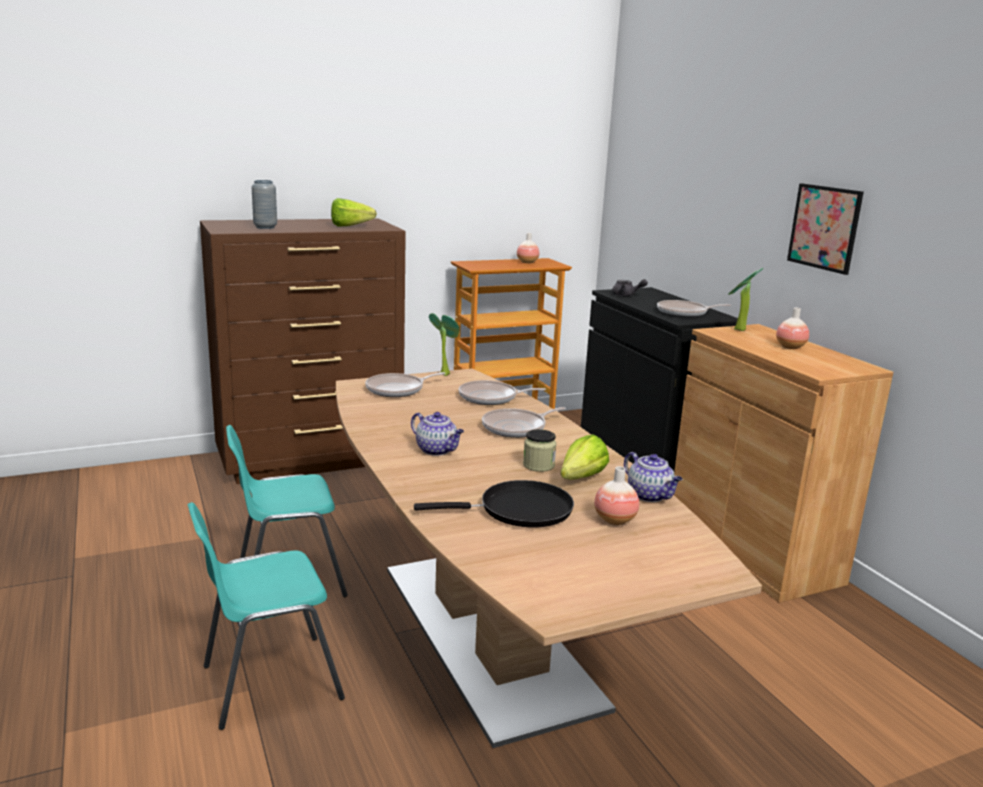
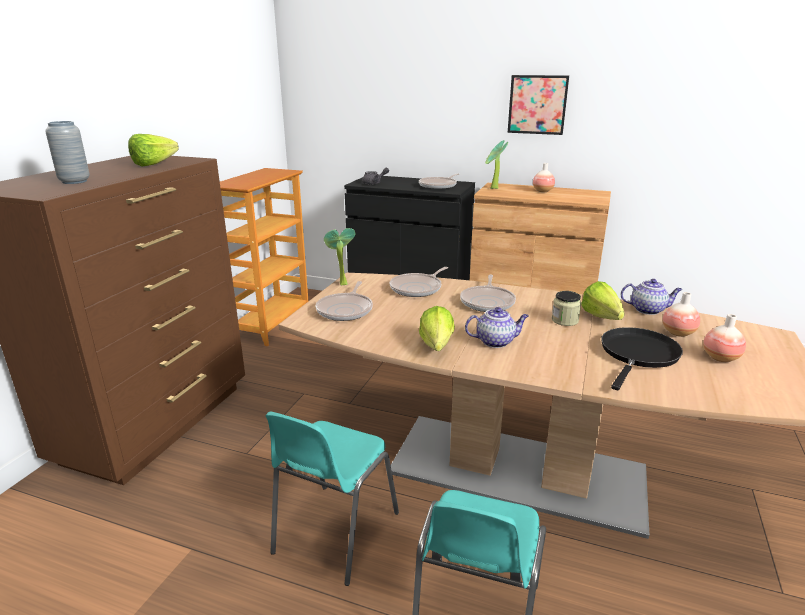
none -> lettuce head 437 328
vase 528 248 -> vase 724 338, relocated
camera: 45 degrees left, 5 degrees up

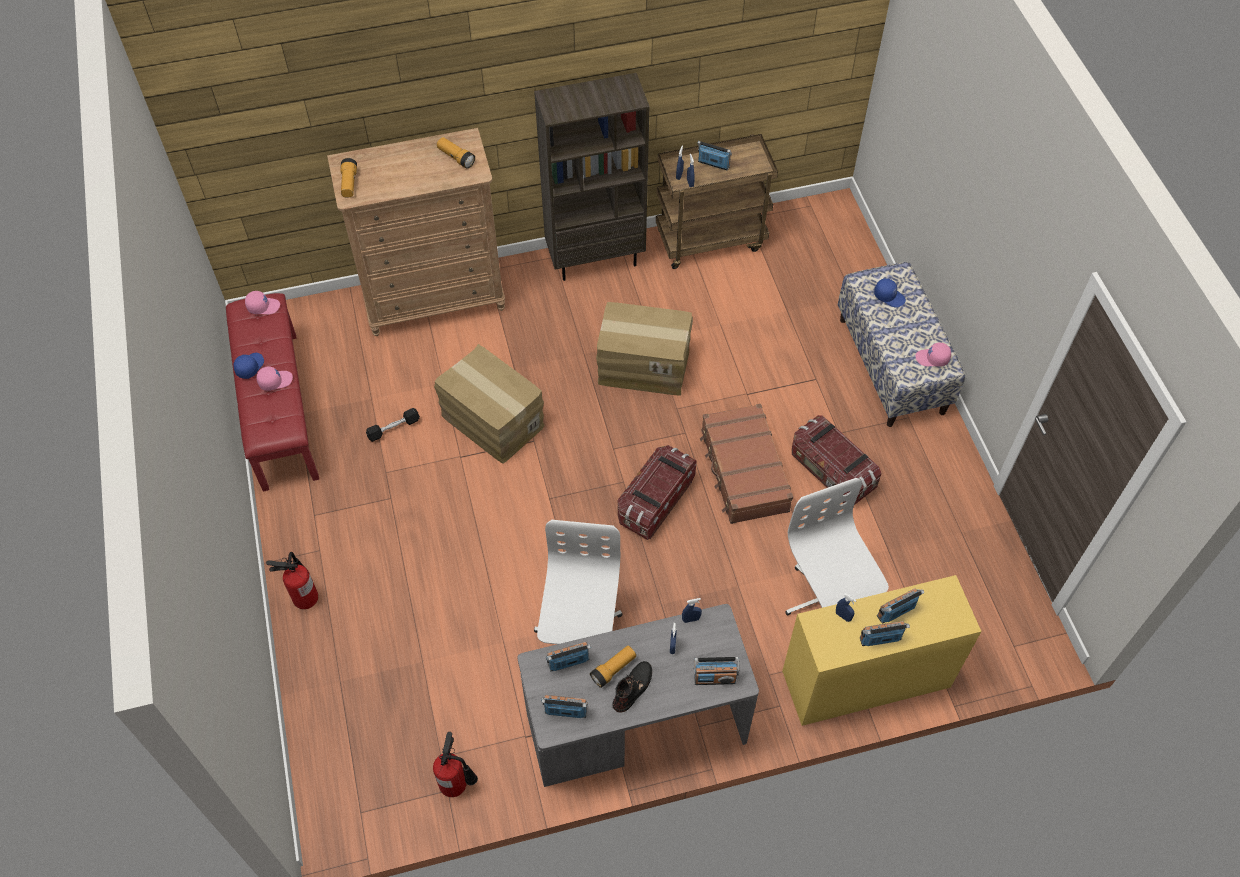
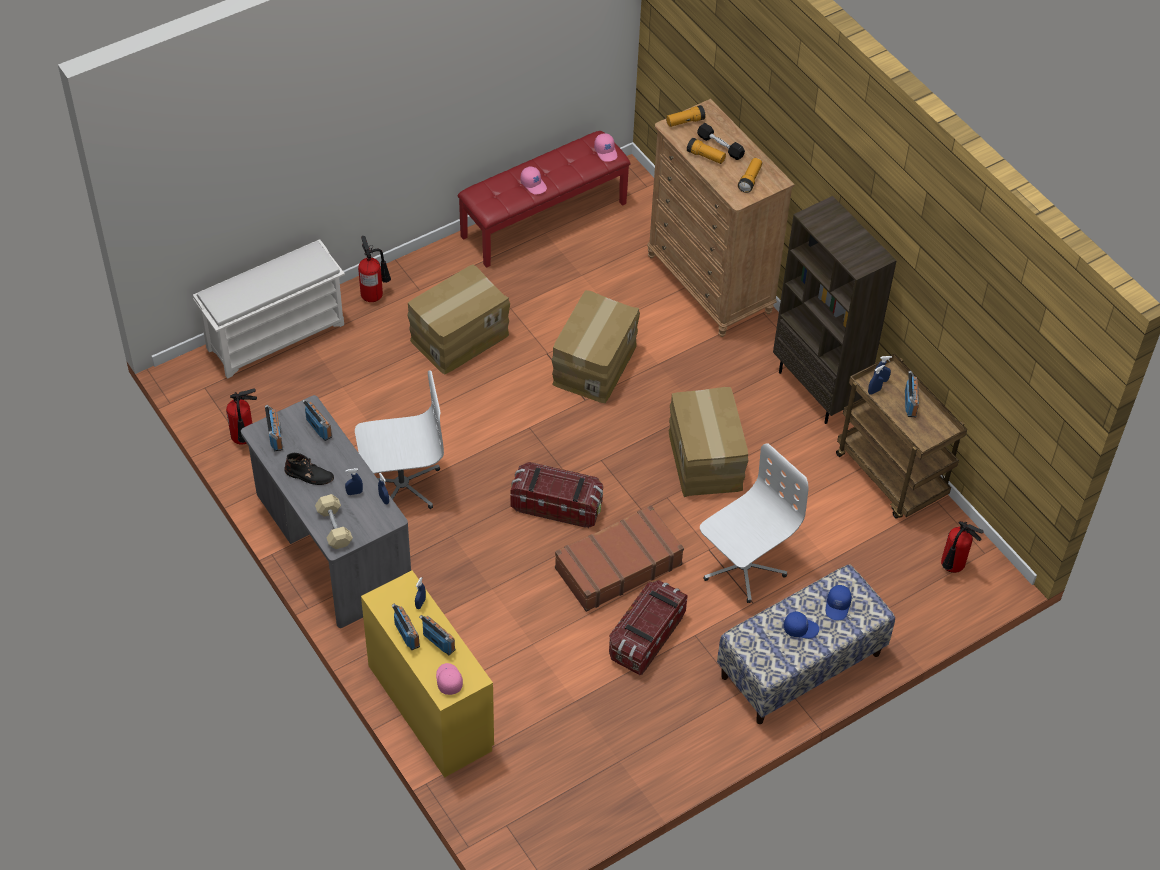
none -> whitish shoe shelf 269 309
radio receiver 716 671 -> sand-coloured free weight 334 521
none -> packing box 458 319
pink cap 933 355 -> pink cap 449 679, relocated
torch 613 666 -> torch 706 151, relocated
black-coloured free weight 393 425 -> black-coloured free weight 721 141, relocated
whitish office chair 837 546 -> whitish office chair 754 523, relocated
blue-coloured cap 248 366 -> blue-coloured cap 801 625, relocated
none -> fire extinguisher 962 547
camera: 70 degrees right, 5 degrees down

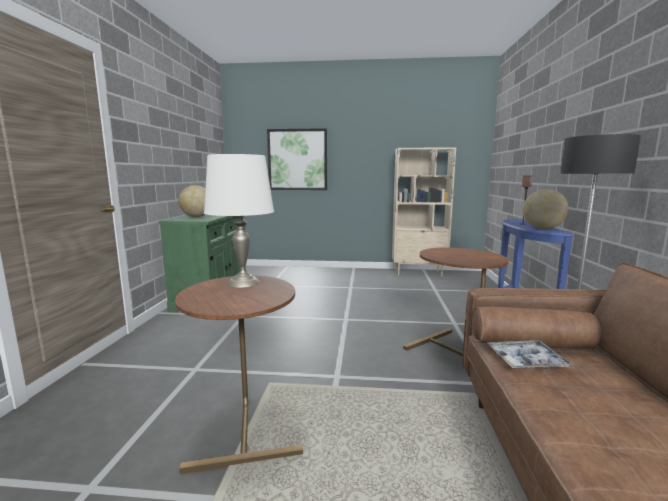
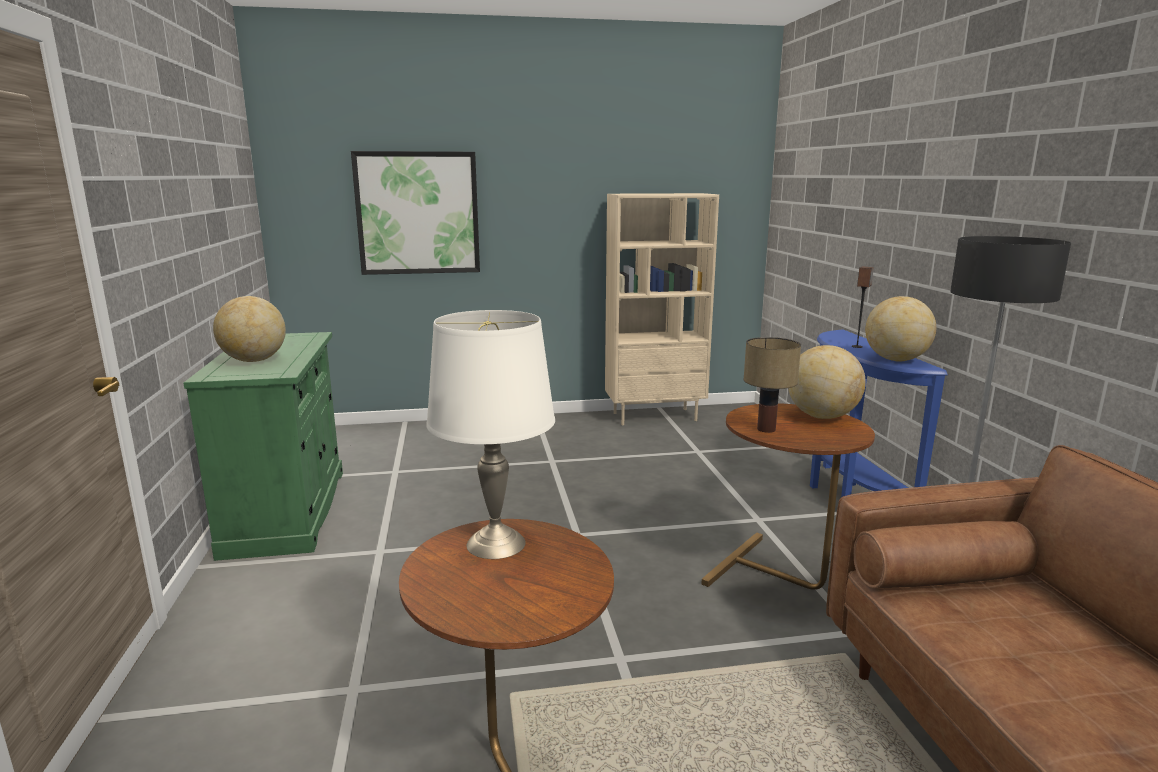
none -> lamp for a table 772 385
none -> globe 827 382
serving tray 531 354 -> none
camera: 15 degrees left, 5 degrees up

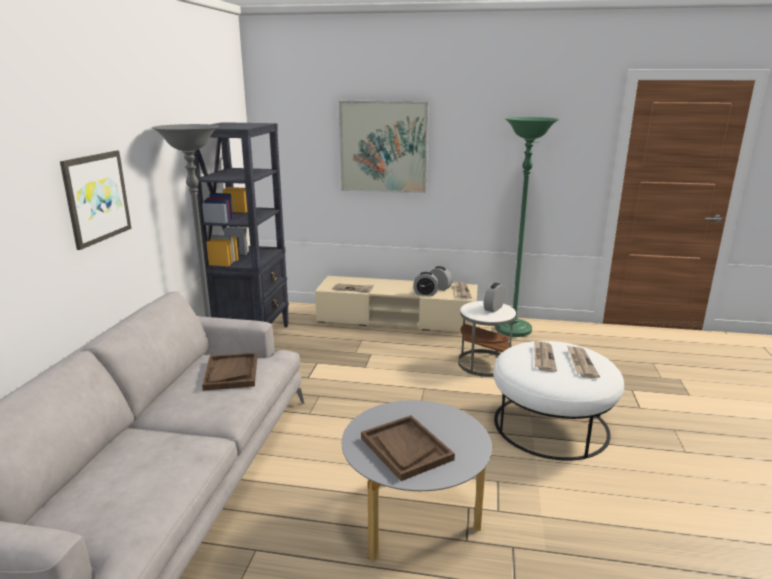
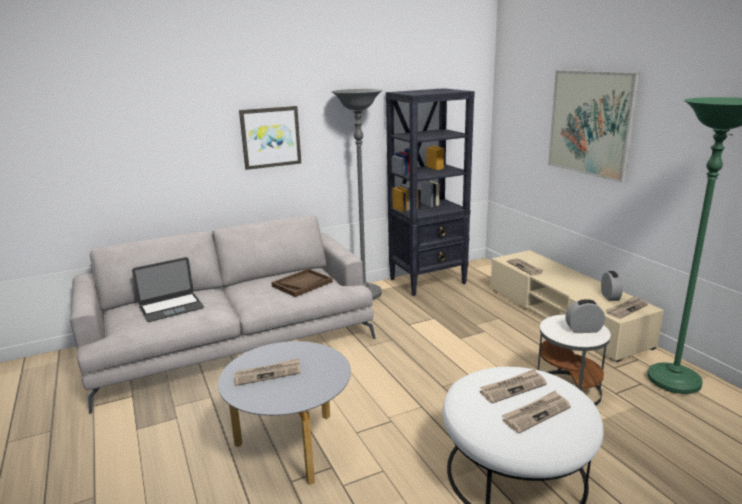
none -> laptop 168 289
brownish serving tray 408 448 -> newspaper 267 372
alarm clock 426 284 -> none
camera: 55 degrees right, 0 degrees up

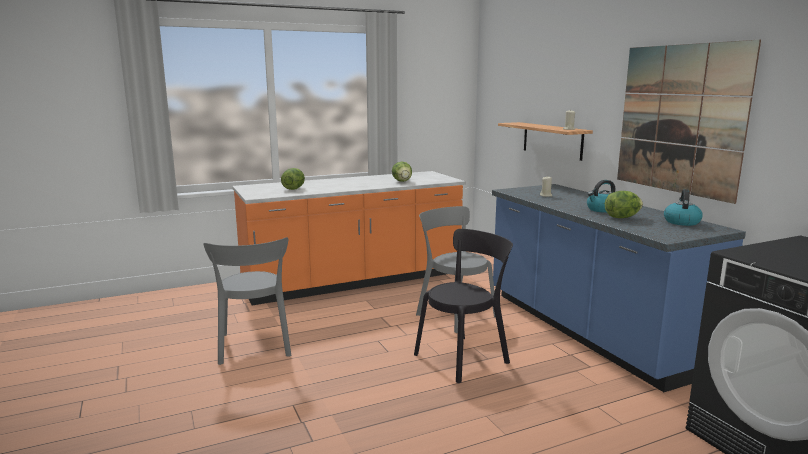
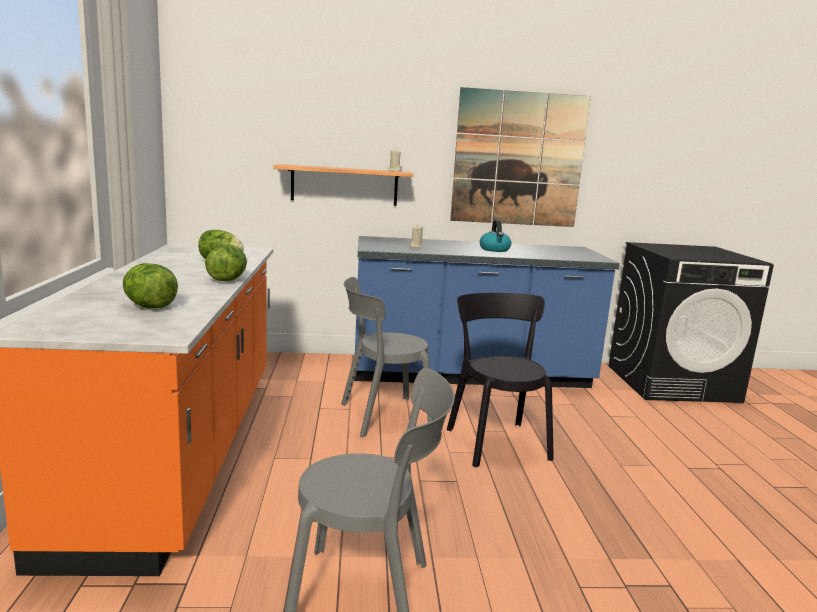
lettuce head 624 204 -> lettuce head 226 262, relocated
tea kettle 683 207 -> none
camera: 70 degrees left, 0 degrees up

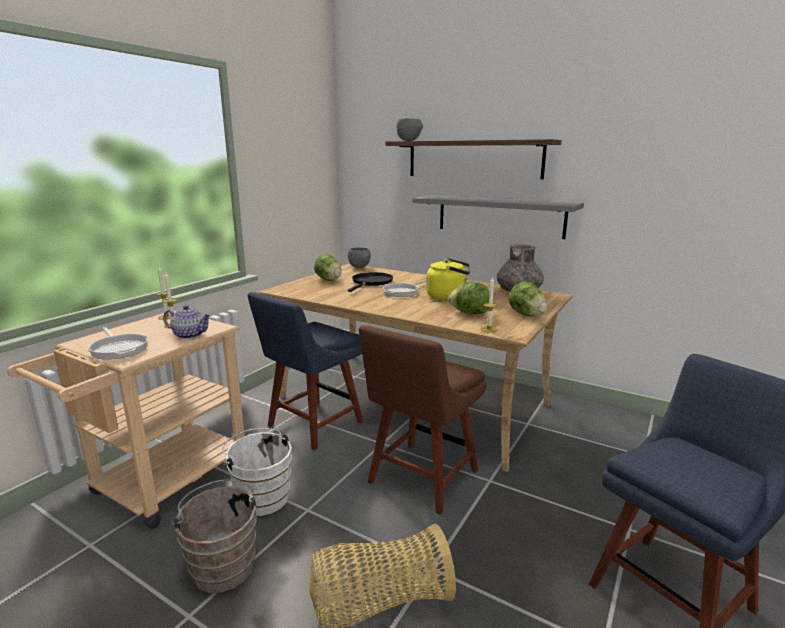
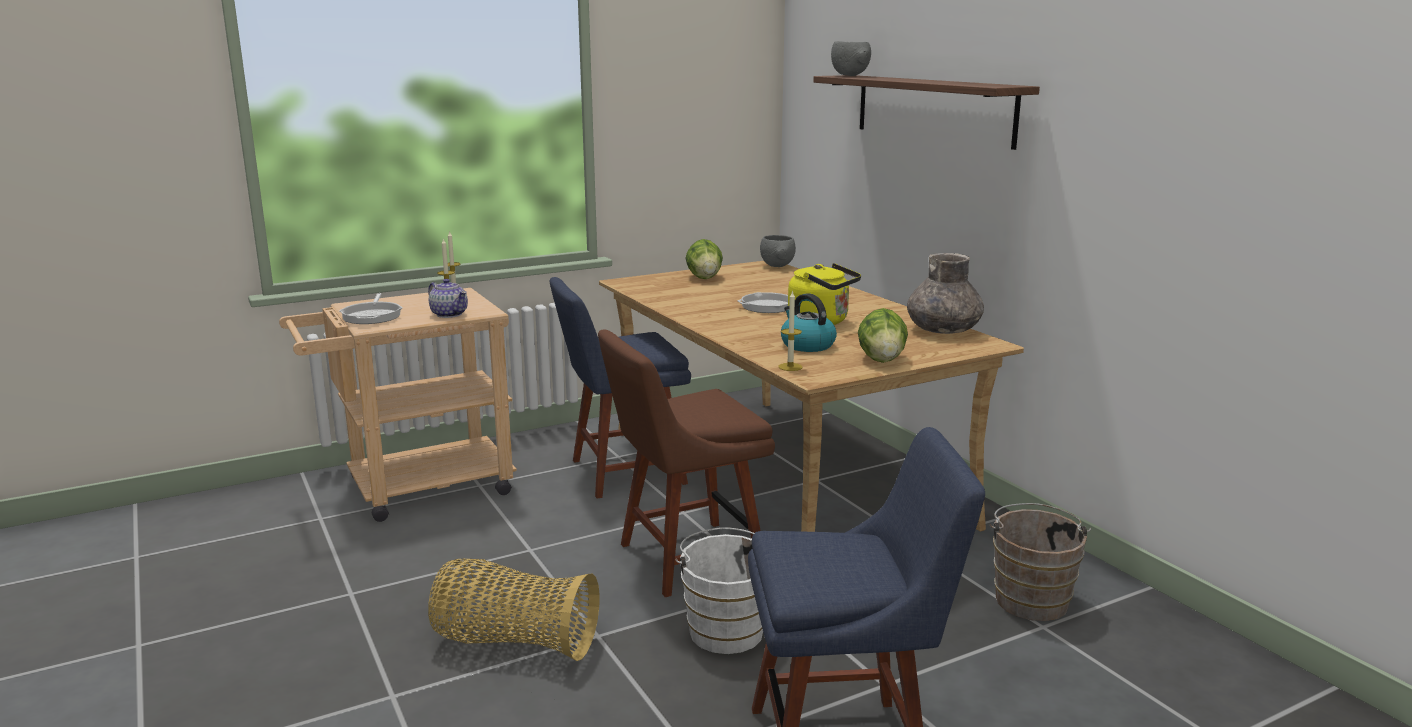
whitish water bucket 257 472 -> whitish water bucket 719 590, relocated
lettuce head 469 298 -> tea kettle 809 322
brownish water bucket 215 536 -> brownish water bucket 1040 562, relocated
black-coloured skillet 370 282 -> none
gray shelf 498 217 -> none
camera: 30 degrees right, 0 degrees up

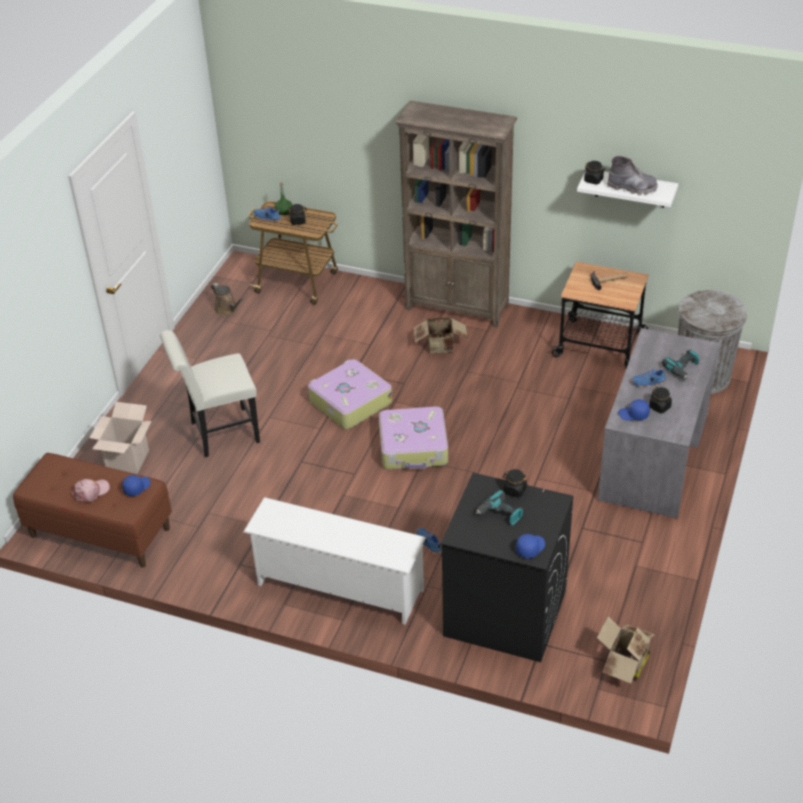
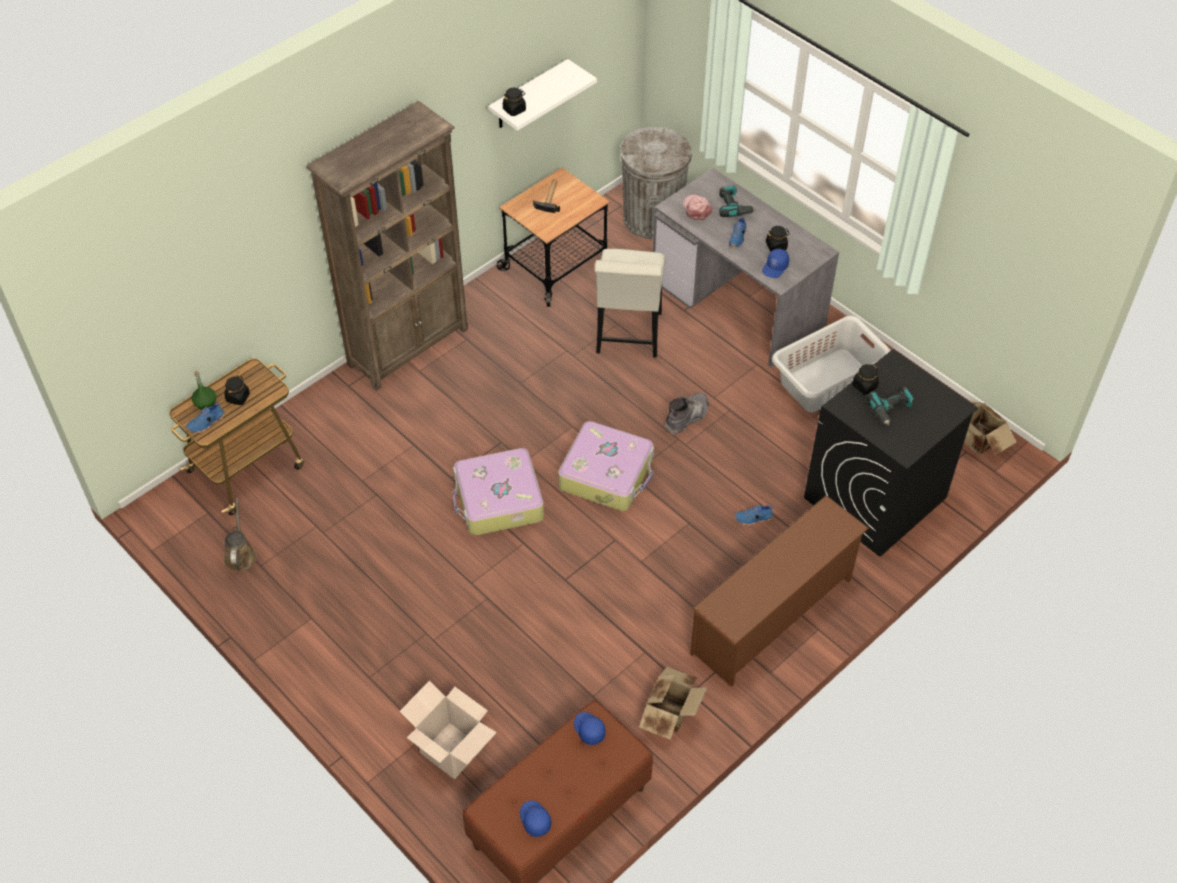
brownish watering can 227 299 -> brownish watering can 240 535, 75 degrees counterclockwise
blue-coloured cap 530 546 -> blue-coloured cap 535 818, relocated
whitish chair 210 393 -> whitish chair 630 303, relocated
packing box 441 335 -> packing box 673 703, relocated
gray boot 632 175 -> gray boot 687 414, relocated
pink cap 91 490 -> pink cap 698 207, relocated
whitish shoe shelf 334 561 -> brownish shoe shelf 779 591
none -> gray laundry basket 831 364
camera: 65 degrees left, 10 degrees up

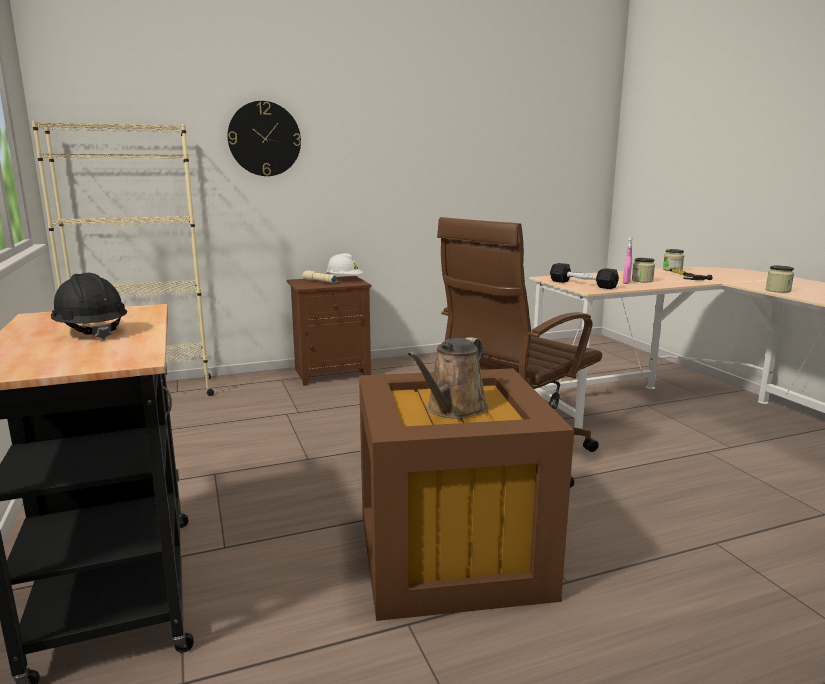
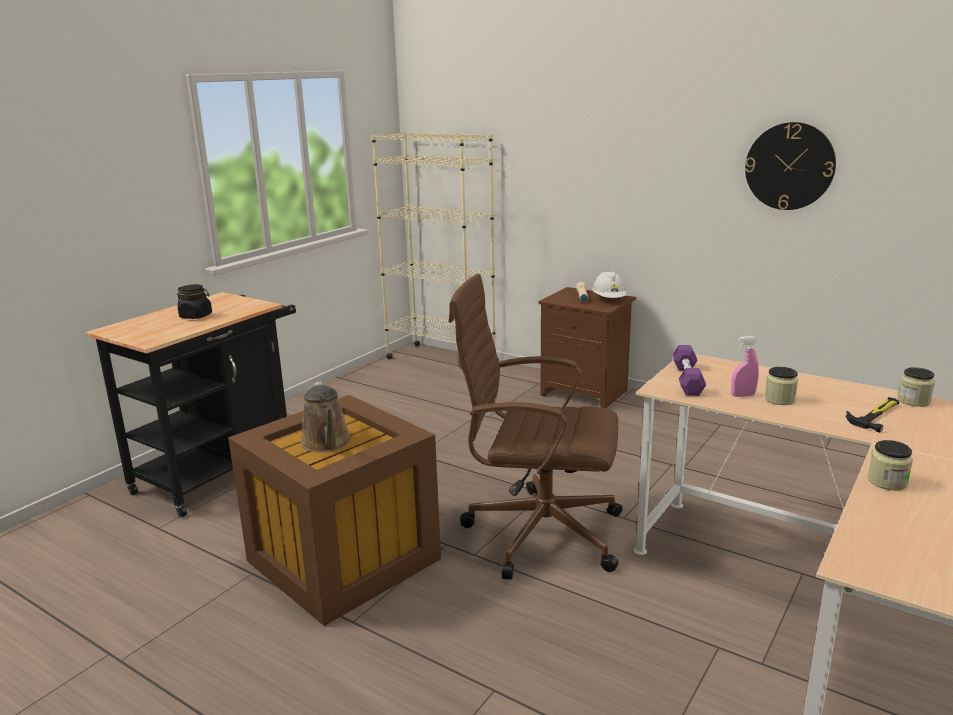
black-coloured safety helmet 89 306 -> black-coloured jar 194 301
brownish watering can 448 378 -> brownish watering can 326 416, 105 degrees counterclockwise
black-coloured free weight 584 276 -> purple free weight 689 370
wall clock 264 138 -> wall clock 790 166, relocated
camera: 55 degrees right, 5 degrees up

